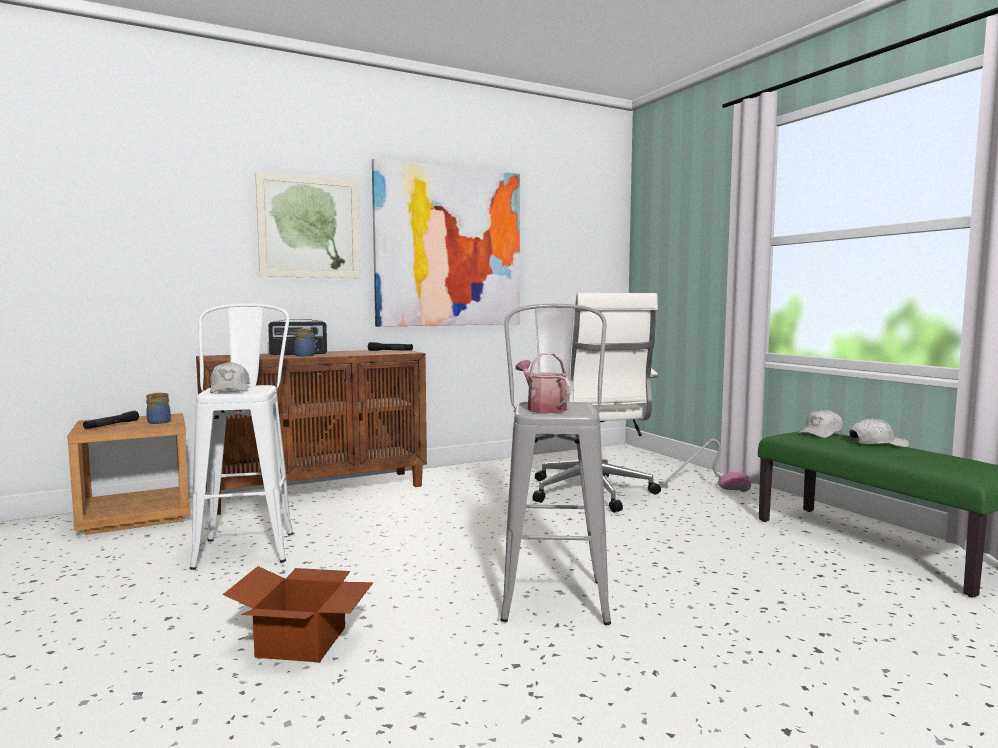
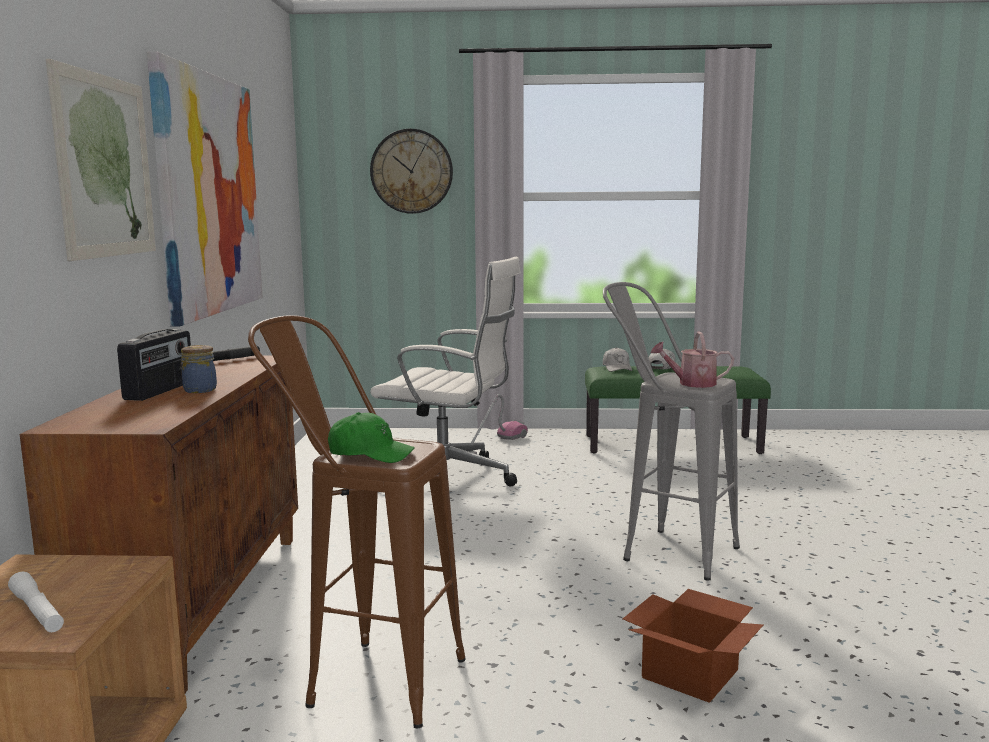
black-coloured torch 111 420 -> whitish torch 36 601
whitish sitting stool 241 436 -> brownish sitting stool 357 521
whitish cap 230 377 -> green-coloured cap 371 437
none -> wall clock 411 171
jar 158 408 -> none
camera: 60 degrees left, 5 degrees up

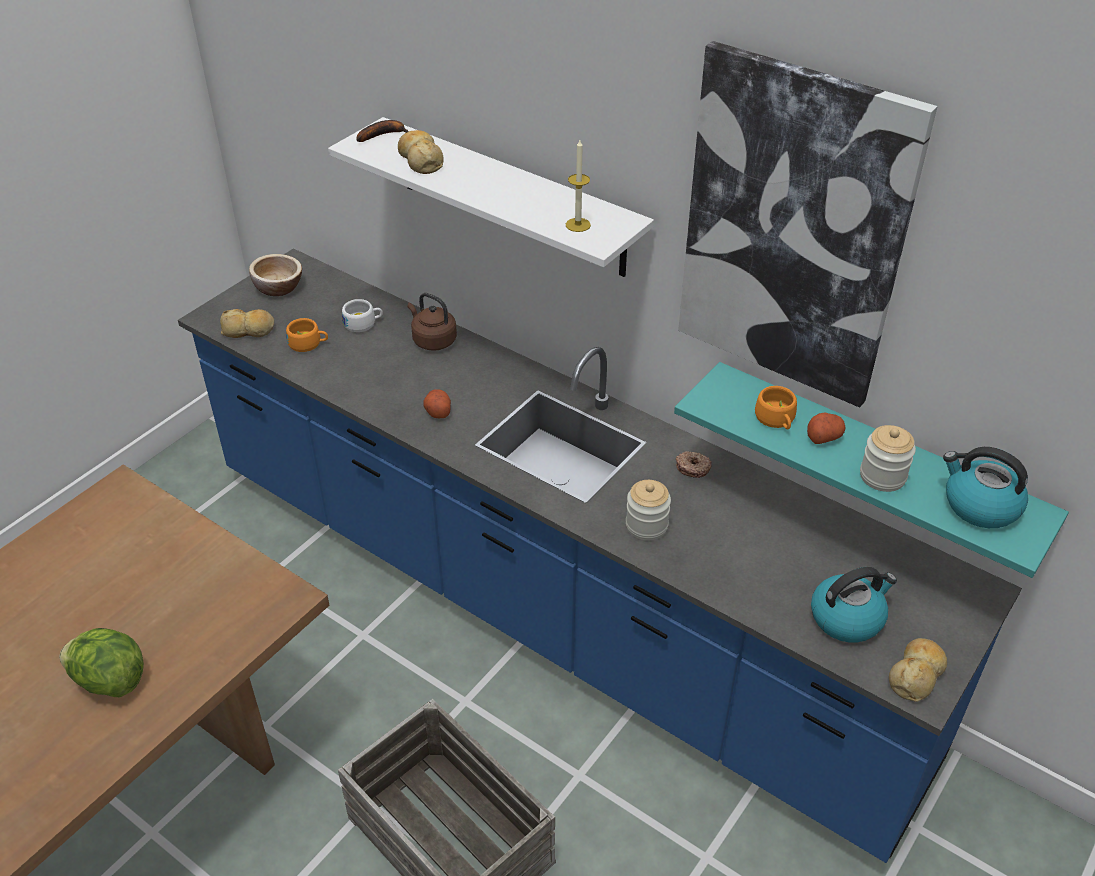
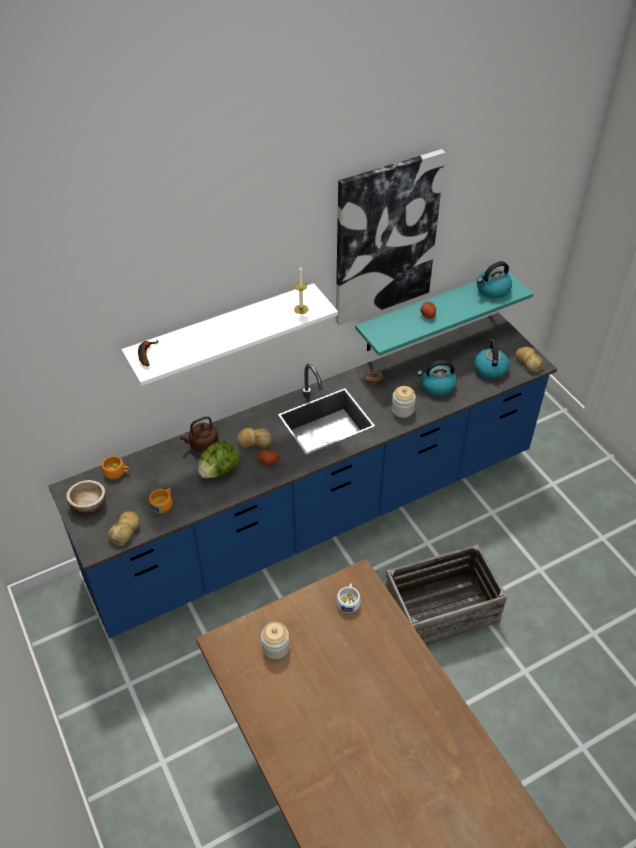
orangey drinking cup 776 407 -> orangey drinking cup 116 467, relocated
lettuce head 101 662 -> lettuce head 218 459, relocated
bakery bread 421 152 -> bakery bread 254 438, relocated
jar 888 458 -> jar 275 640, relocated
whitish drinking cup 362 315 -> whitish drinking cup 348 598, relocated
none -> tea kettle 437 378
camera: 65 degrees left, 5 degrees up

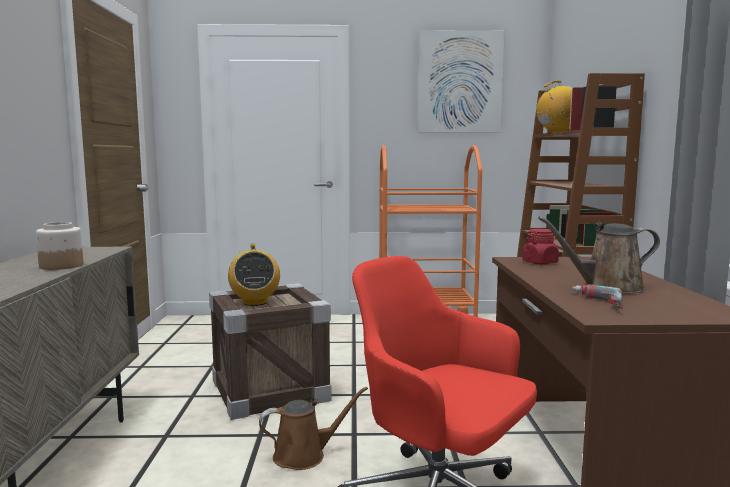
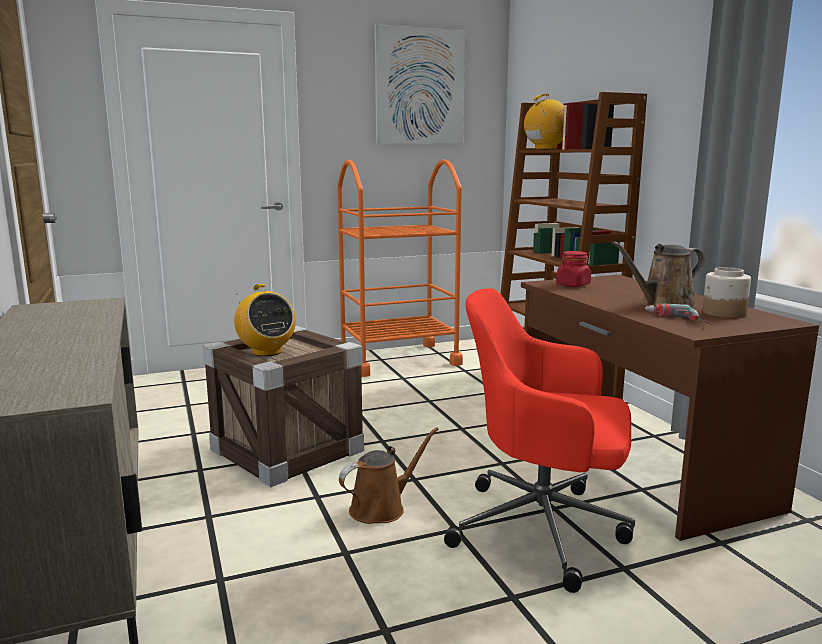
jar 59 246 -> jar 726 292, relocated
camera: 20 degrees left, 5 degrees up

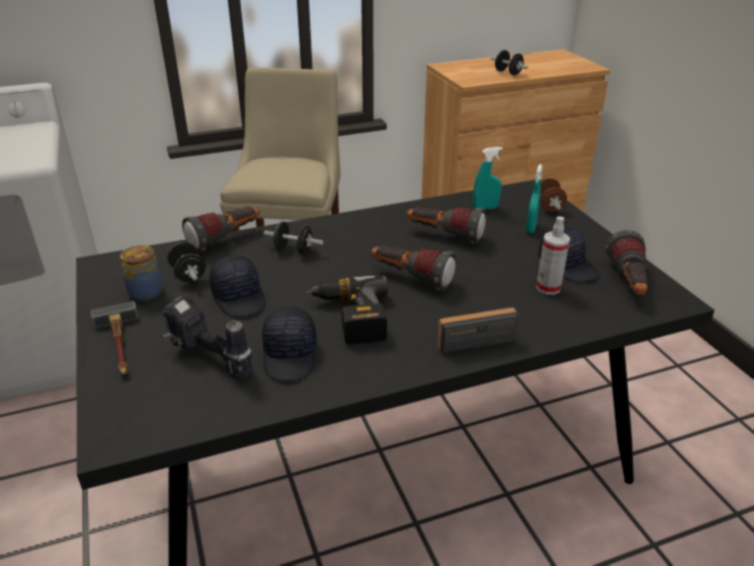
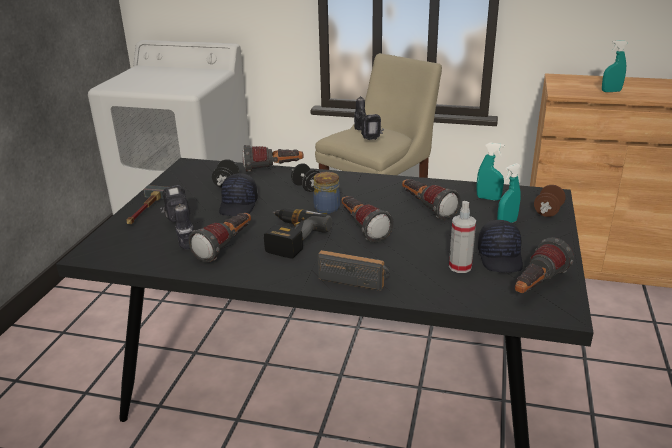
black-coloured cap 289 343 -> torch 219 238
jar 141 273 -> jar 326 193, relocated
none -> drill 369 118
black-coloured free weight 509 62 -> turquoise-coloured sprayer 614 66
camera: 35 degrees right, 5 degrees down

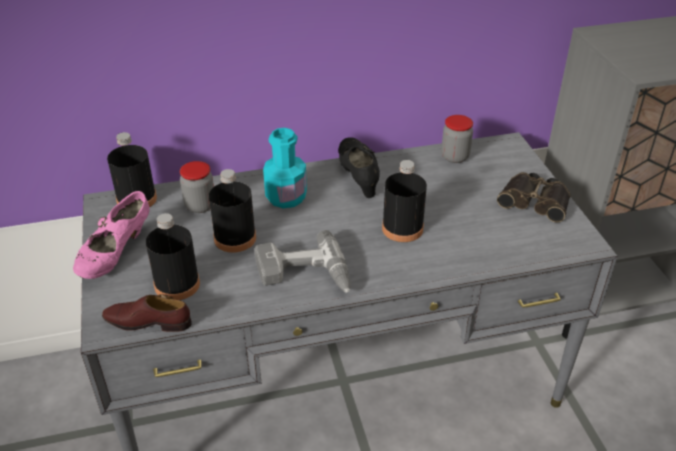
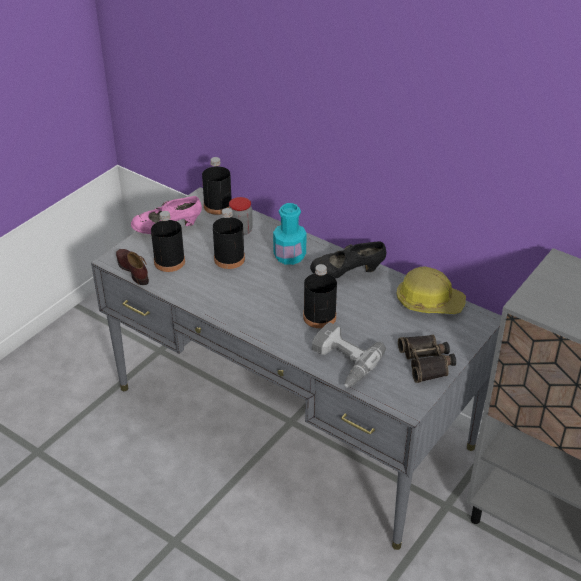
black-coloured shoe 359 167 -> black-coloured shoe 348 260, 135 degrees counterclockwise
drill 302 261 -> drill 349 354, relocated
jar 457 139 -> safety helmet 431 290
camera: 50 degrees right, 0 degrees up

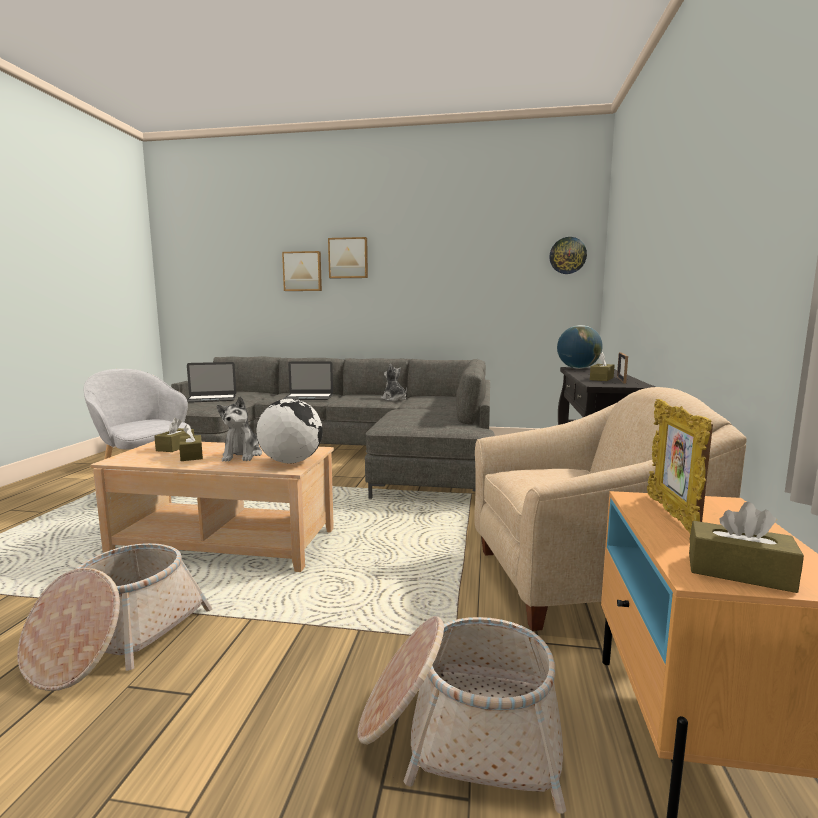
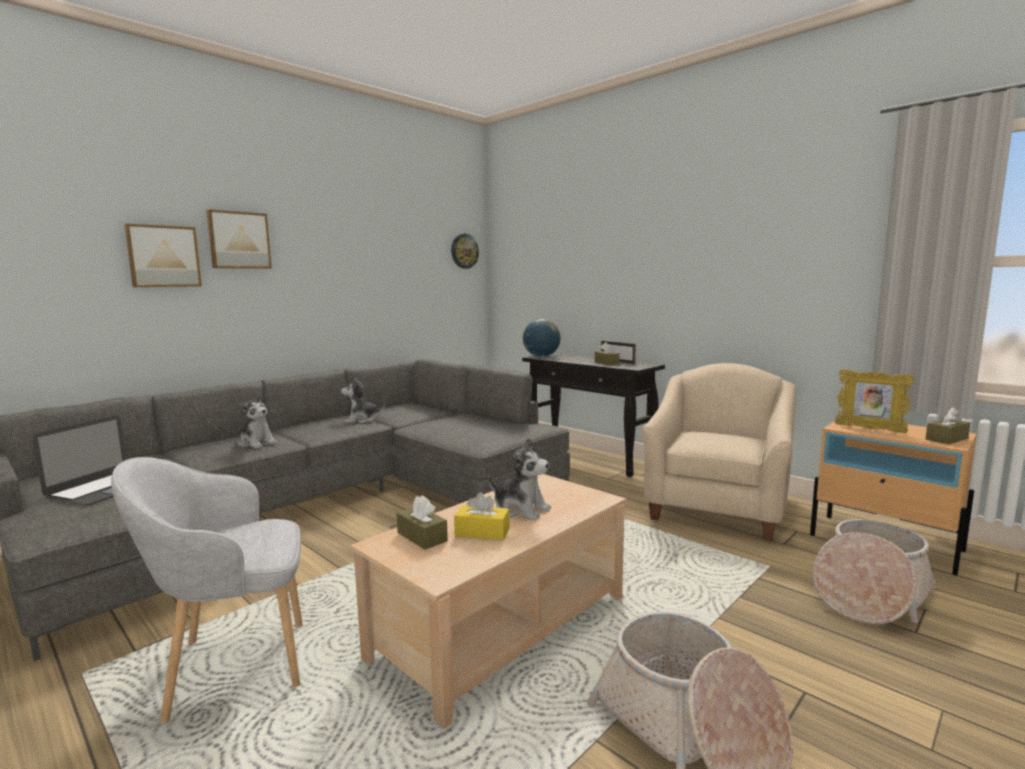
laptop 308 381 -> soft toy 257 421
brownish tissue box 191 442 -> yellow-coloured tissue box 482 516
globe 289 431 -> none
camera: 55 degrees left, 0 degrees up

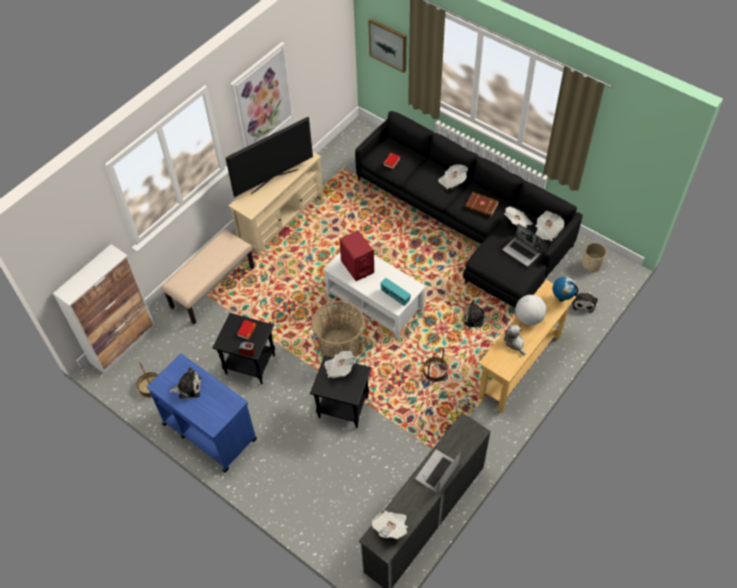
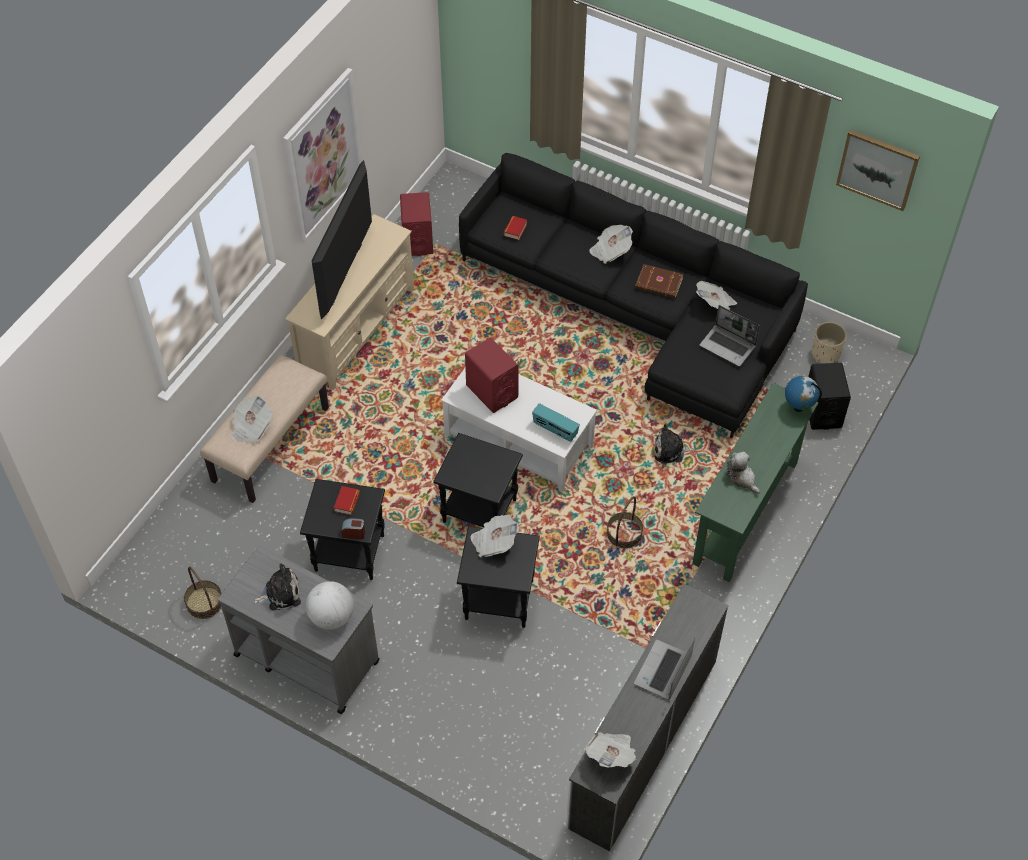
blue-coloured trolley 202 413 -> gray trolley 299 630
newspaper 549 226 -> newspaper 252 420, relocated
globe 531 310 -> globe 330 605, relocated
TV set 269 157 -> TV set 342 240, 150 degrees clockwise
none -> reddish loudspeaker 416 224
storage basket 337 329 -> black-coloured side table 478 480
sand-coloured hall table 527 346 -> green-coloured hall table 755 482
soft toy 585 301 -> black-coloured loudspeaker 829 396
wall picture 387 45 -> wall picture 878 170, relocated
cupboard 104 309 -> none
camera: 10 degrees left, 0 degrees up

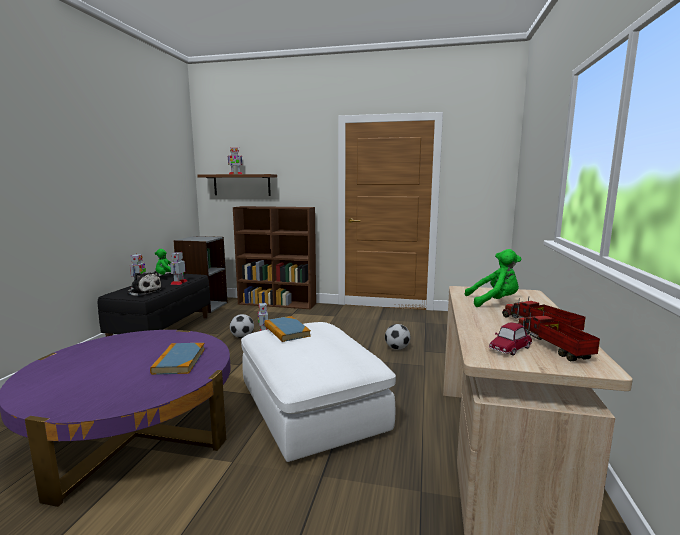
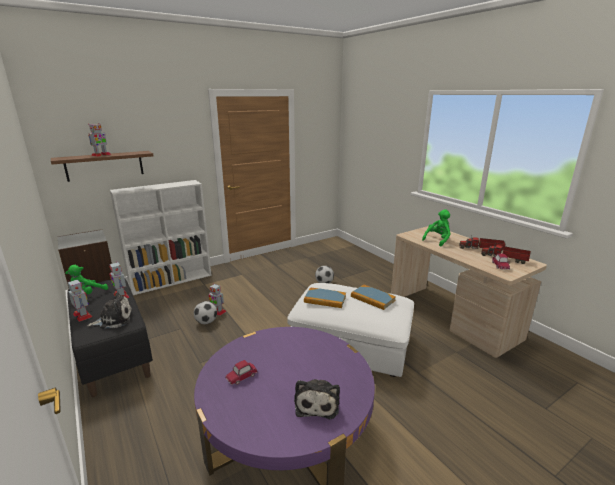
brownish bookshelf 274 257 -> whitish bookshelf 161 237
none -> toy car 241 372
none -> soft toy 317 399
bound book 177 359 -> bound book 373 297, relocated
camera: 45 degrees left, 10 degrees up

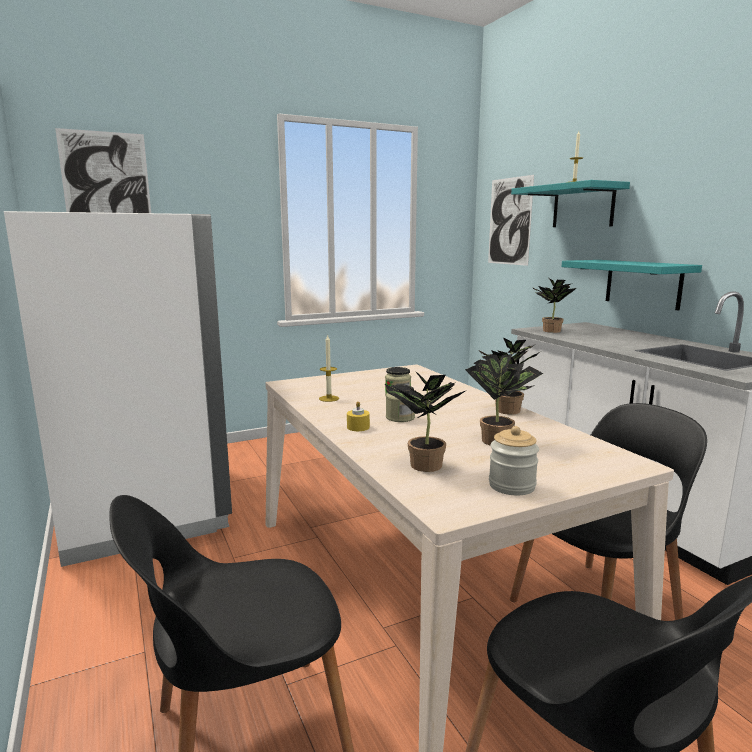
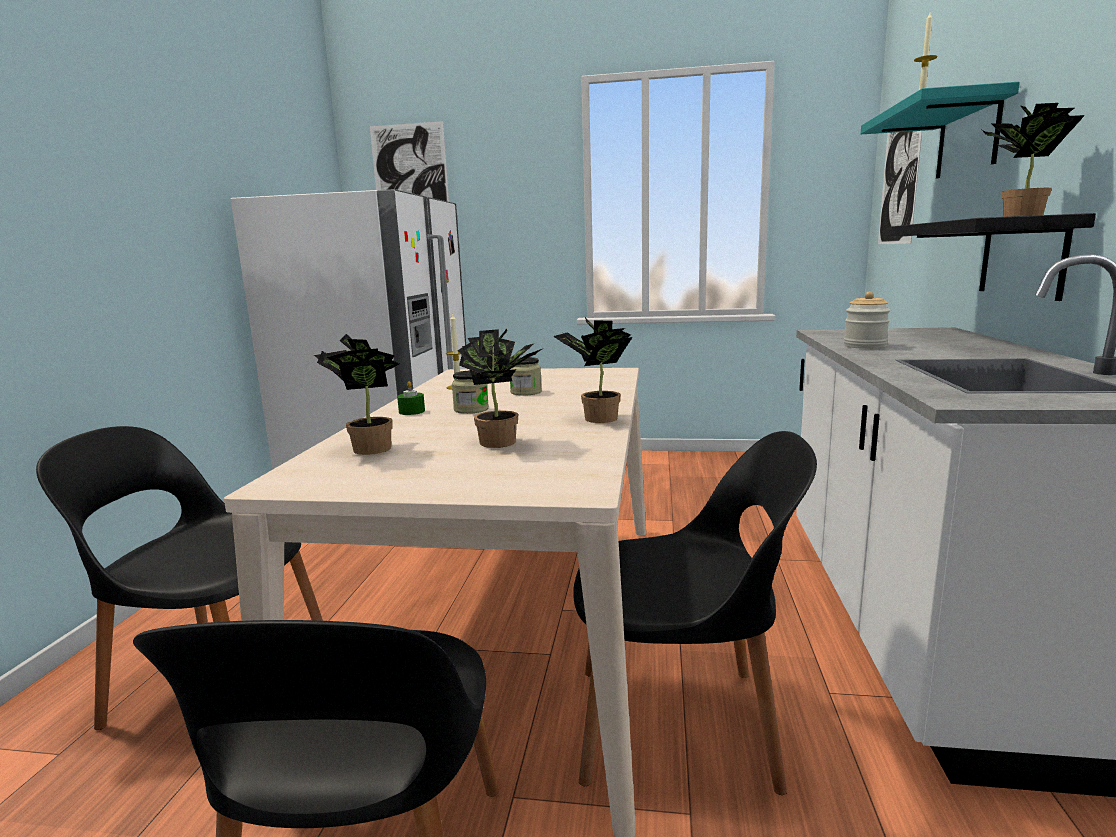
yellow-coloured candle 358 416 -> green-coloured candle 411 398
jar 514 460 -> jar 867 320, relocated
turquoise-coloured shelf 632 285 -> black-coloured shelf 993 257
plant in a pot 554 305 -> plant in a pot 1033 160, relocated
camera: 35 degrees right, 0 degrees up

